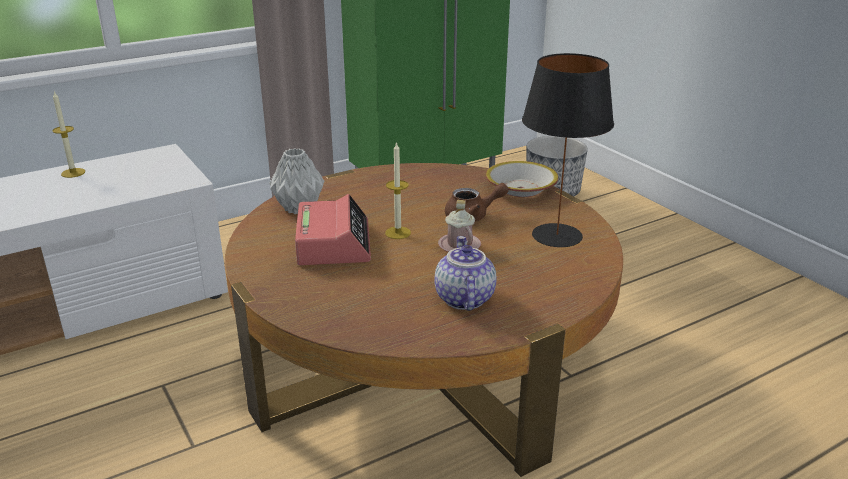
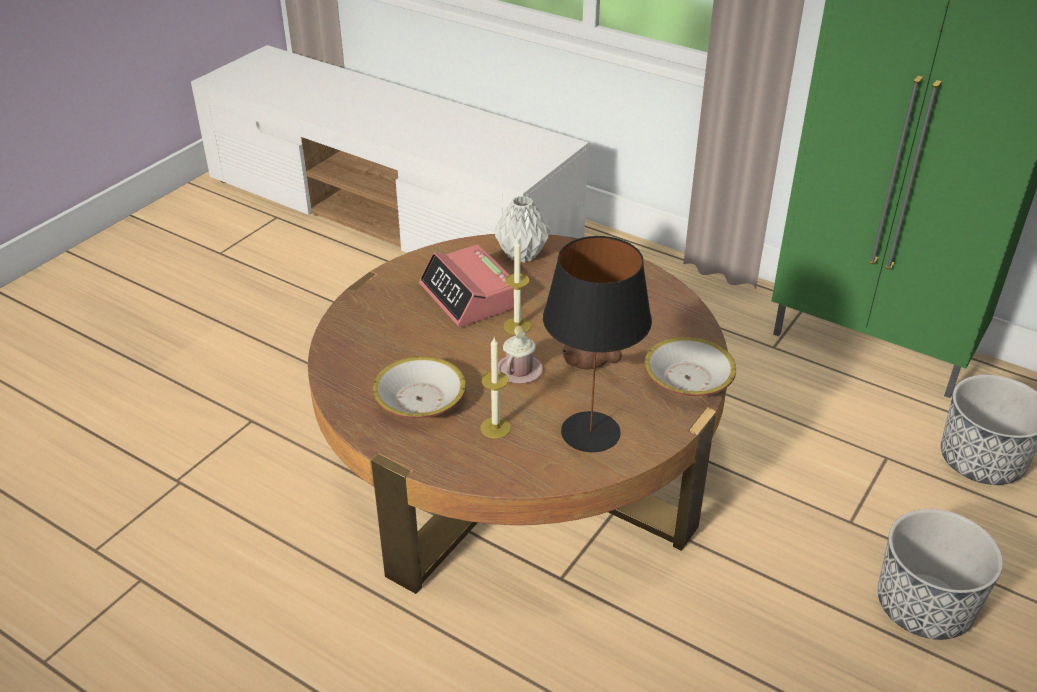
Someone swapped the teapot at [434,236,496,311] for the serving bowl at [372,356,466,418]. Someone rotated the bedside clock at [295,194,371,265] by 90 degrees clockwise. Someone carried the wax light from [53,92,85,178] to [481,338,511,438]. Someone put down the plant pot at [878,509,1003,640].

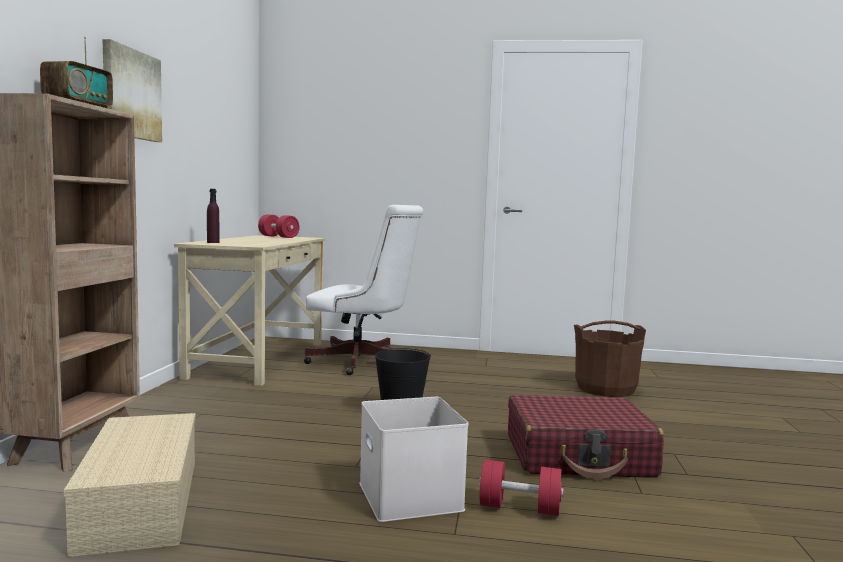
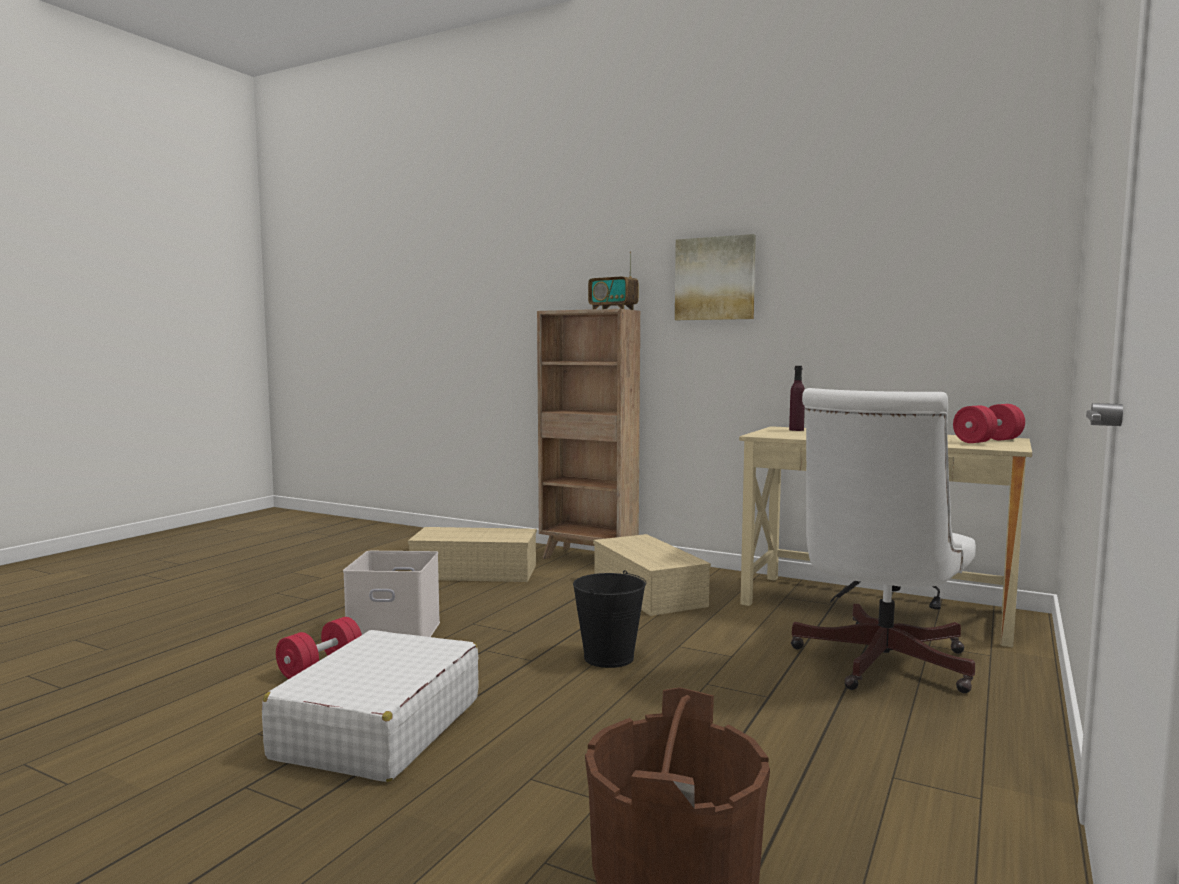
Someone repainted the red-coloured piece of luggage at [508,395,664,479], which became the white piece of luggage at [262,630,479,782]. Someone put down the beige-coloured storage bin at [593,534,711,616].

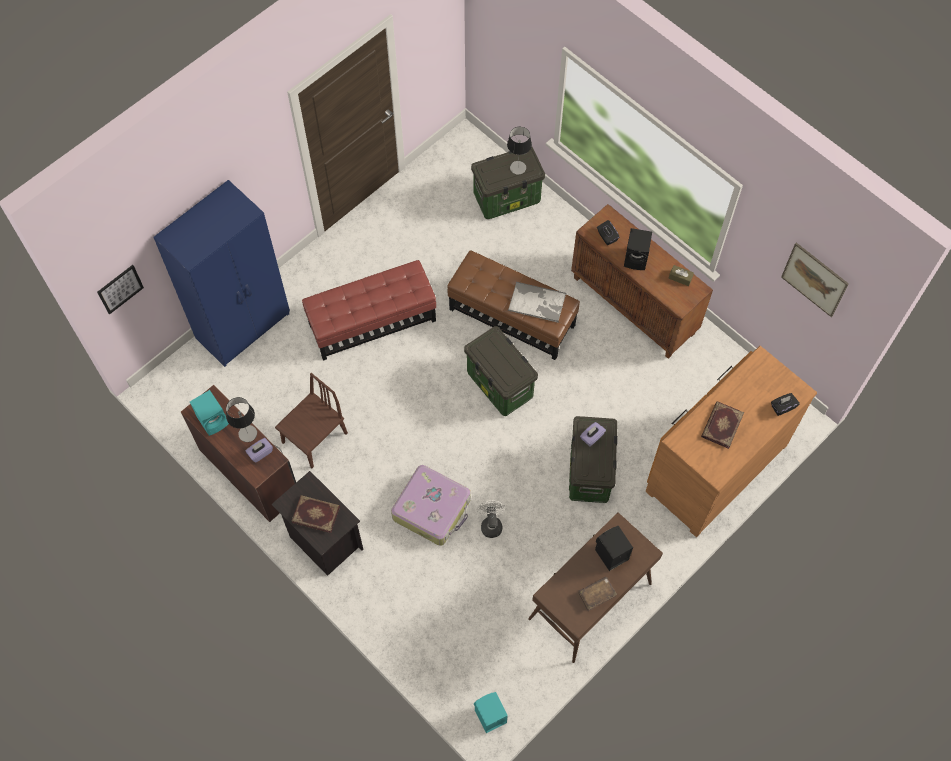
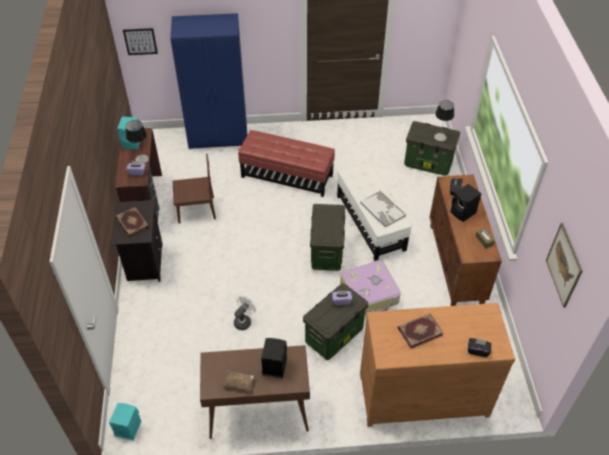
Someone repainted the brownish pouffe at [447,250,580,360], which became the white pouffe at [337,162,412,261]. Someone carried the piece of luggage from [391,465,471,546] to [340,260,401,315].

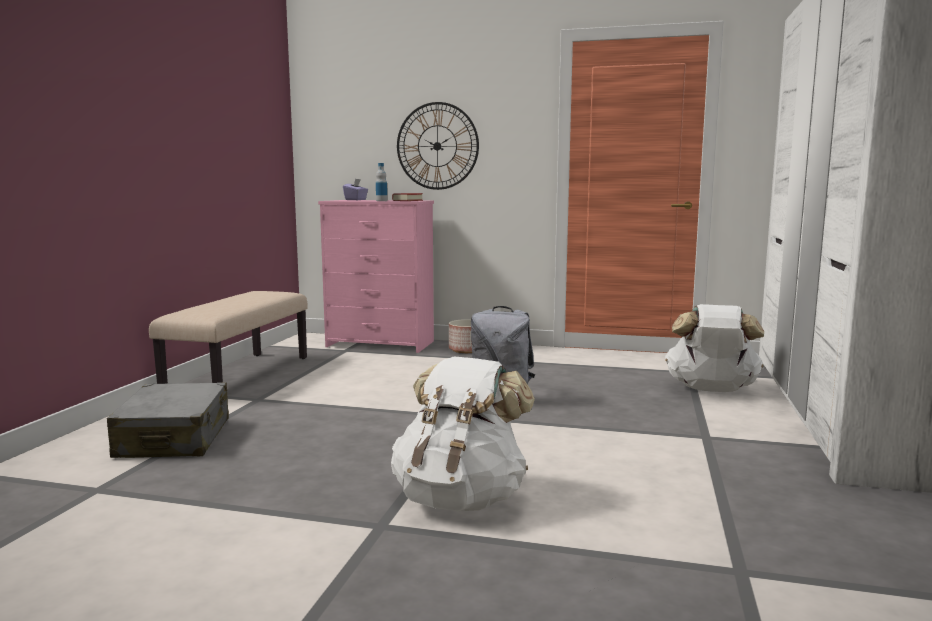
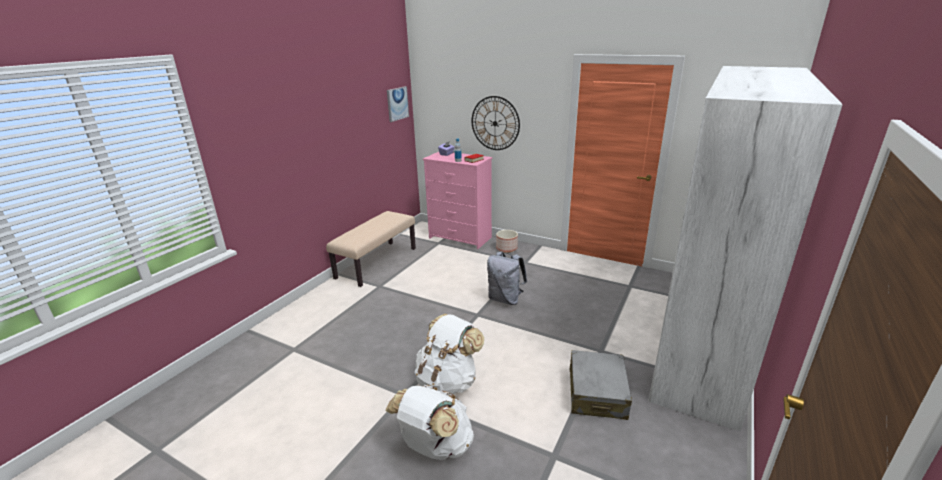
Someone carried the white rucksack from [665,304,764,392] to [385,385,474,460]. Someone put up the picture at [387,86,409,122]. Someone carried the grey piece of luggage from [107,382,229,458] to [570,350,632,420].

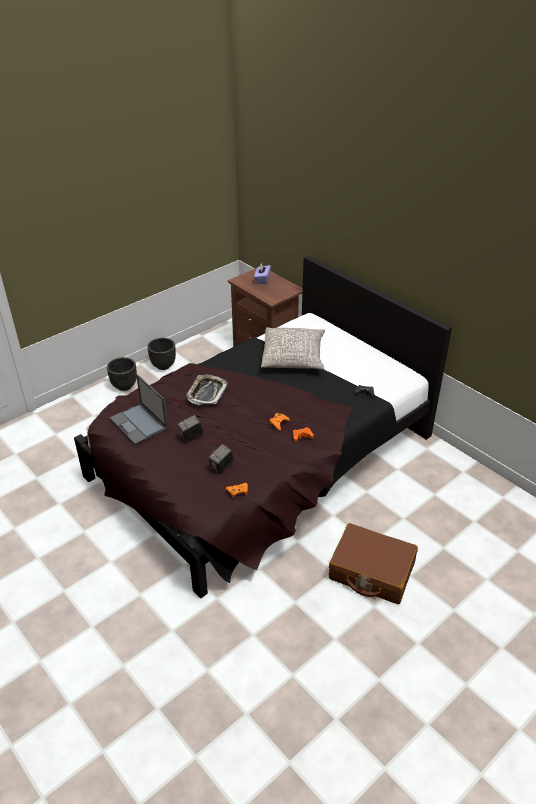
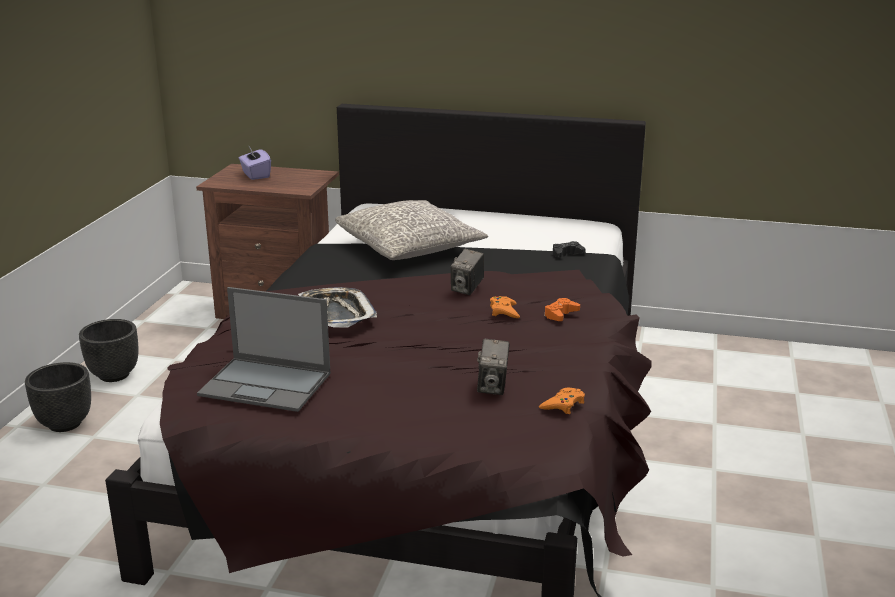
Someone carried the photo camera from [178,415,204,442] to [451,249,484,295]. Someone took away the brownish piece of luggage at [329,523,418,604].

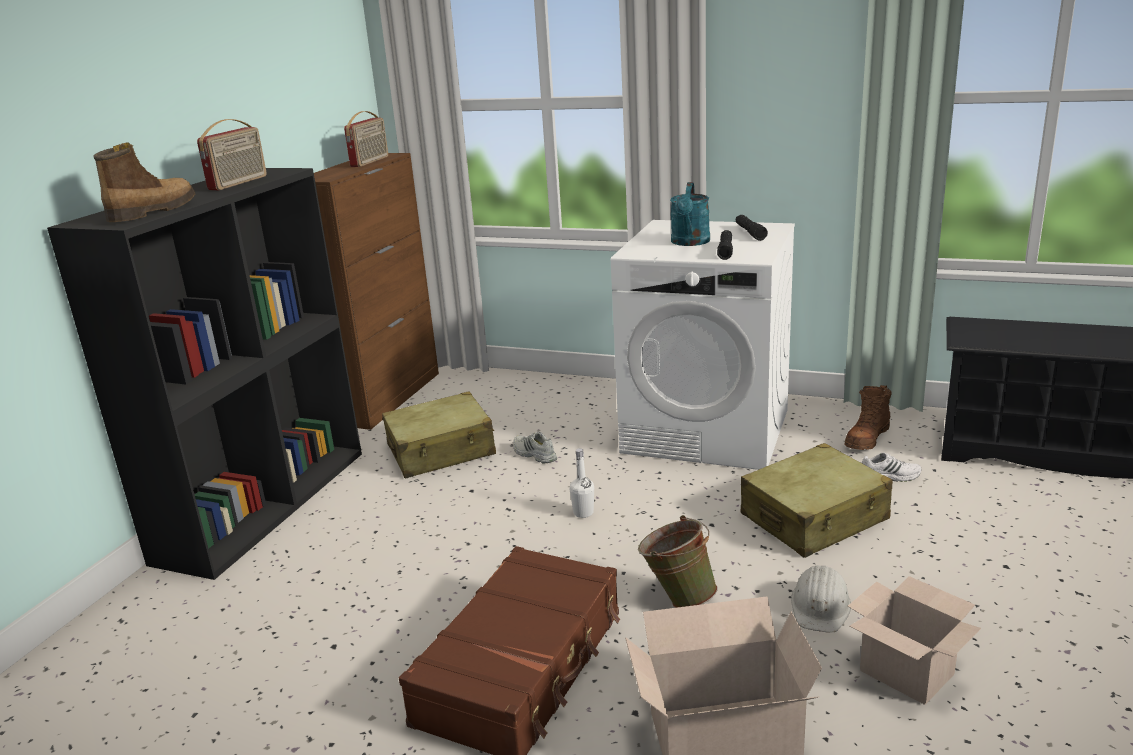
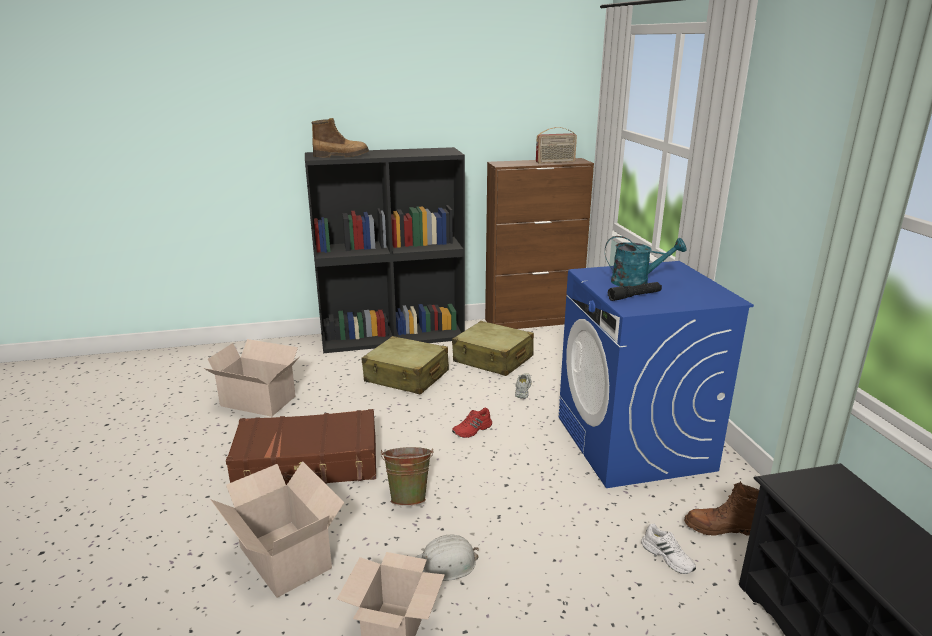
Someone put down the carton at [203,339,300,417]. Someone carried the beige-coloured piece of luggage from [741,443,893,558] to [362,336,449,395]. Someone swapped the white drink bottle at [569,448,594,518] for the red-coloured shoe at [452,407,492,438]. Someone repainted the white laundry machine at [611,220,795,470], which became the blue laundry machine at [559,261,754,488]. Someone rotated the blue-green watering can at [670,182,710,246] by 150 degrees counterclockwise. Someone took away the radio receiver at [197,119,267,190]. Someone took away the black-coloured flashlight at [736,215,768,241].

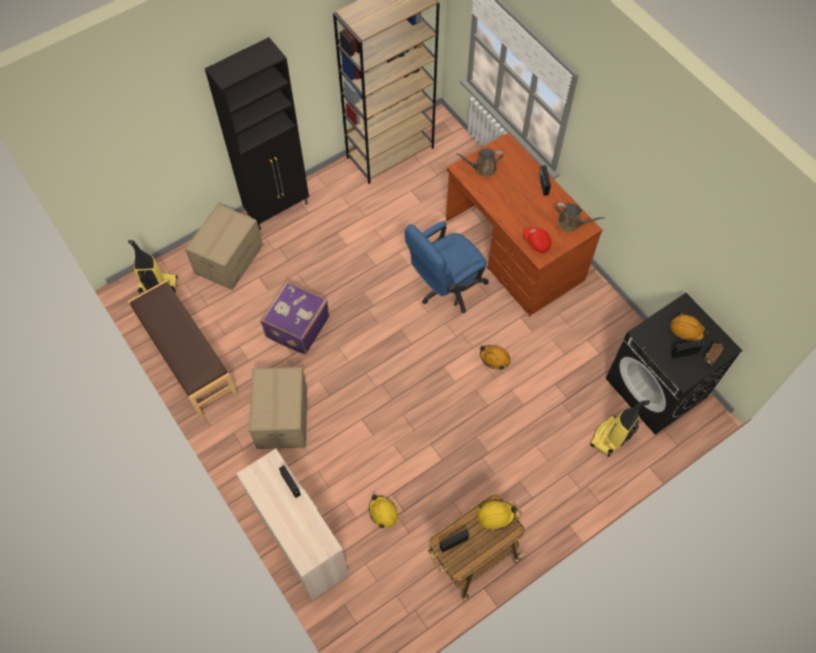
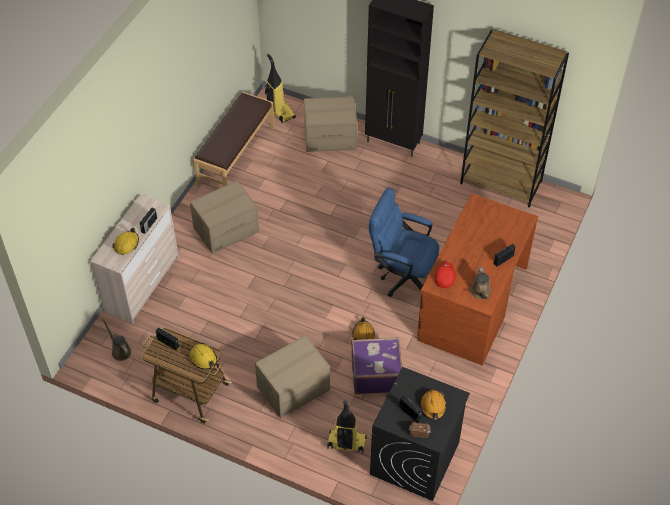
Someone carried the brownish watering can from [456,148,504,177] to [103,319,131,361]. Someone carried the yellow safety helmet from [369,494,398,528] to [112,228,139,255]. Someone put down the carton at [255,335,330,418]. Someone carried the purple-coloured piece of luggage from [260,281,330,355] to [351,337,402,394].

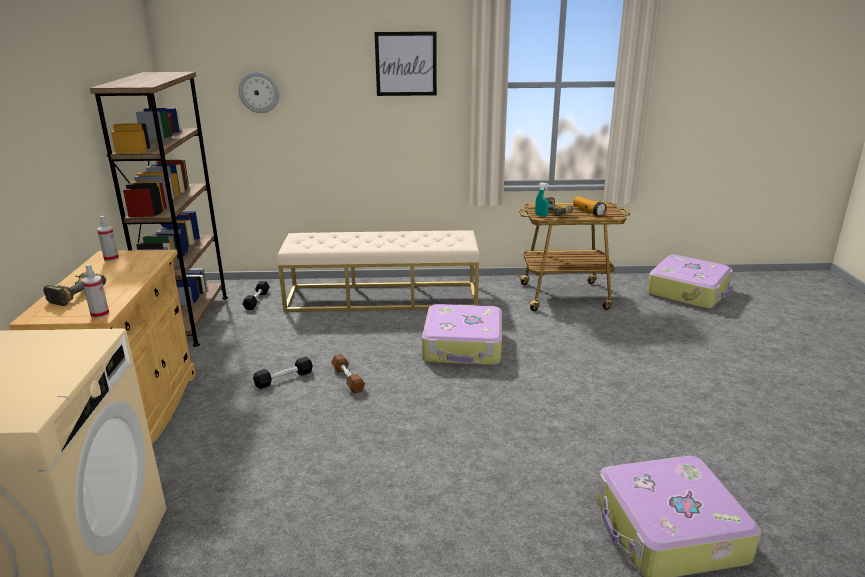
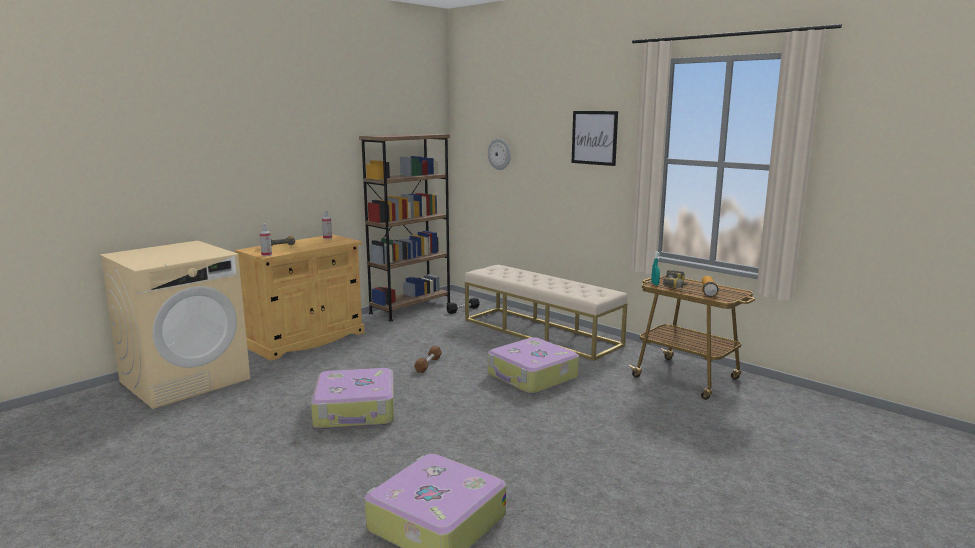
Someone carried the piece of luggage from [647,255,733,309] to [311,368,394,429]. Someone took away the black-coloured free weight at [253,357,313,389].

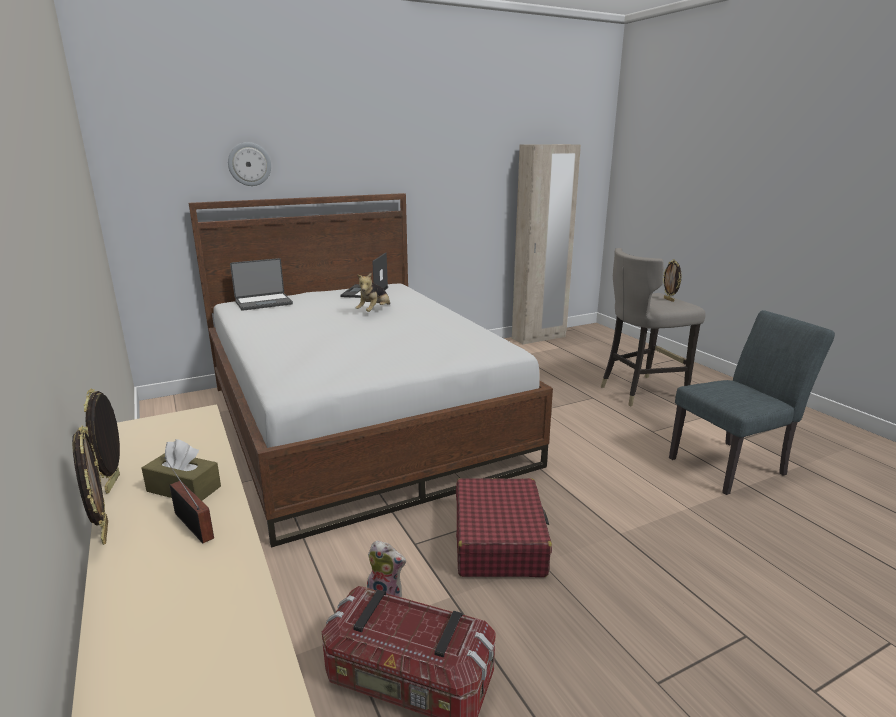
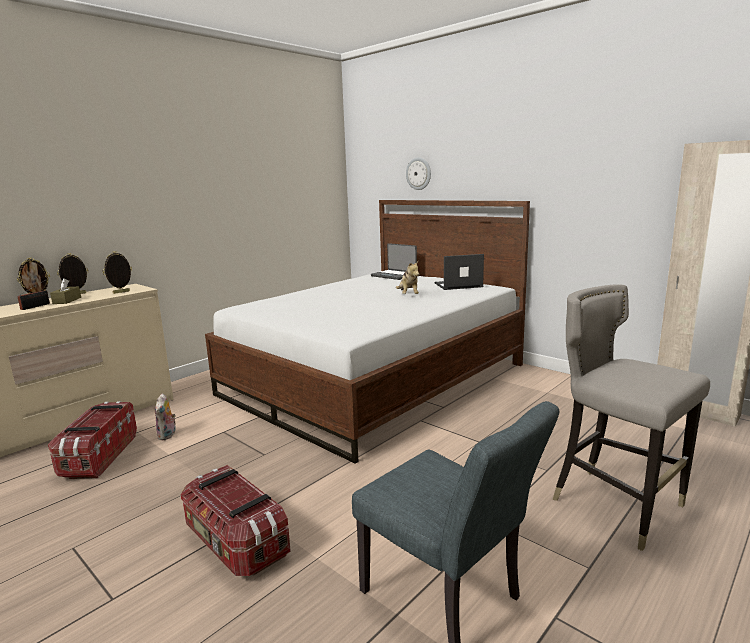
Someone carried the photo frame from [663,259,682,302] to [103,251,132,294]. Someone put down the storage bin at [180,465,291,576]. Someone rotated the cuddly toy at [356,273,390,312] by 105 degrees counterclockwise. Someone took away the red-coloured piece of luggage at [456,478,552,577].

